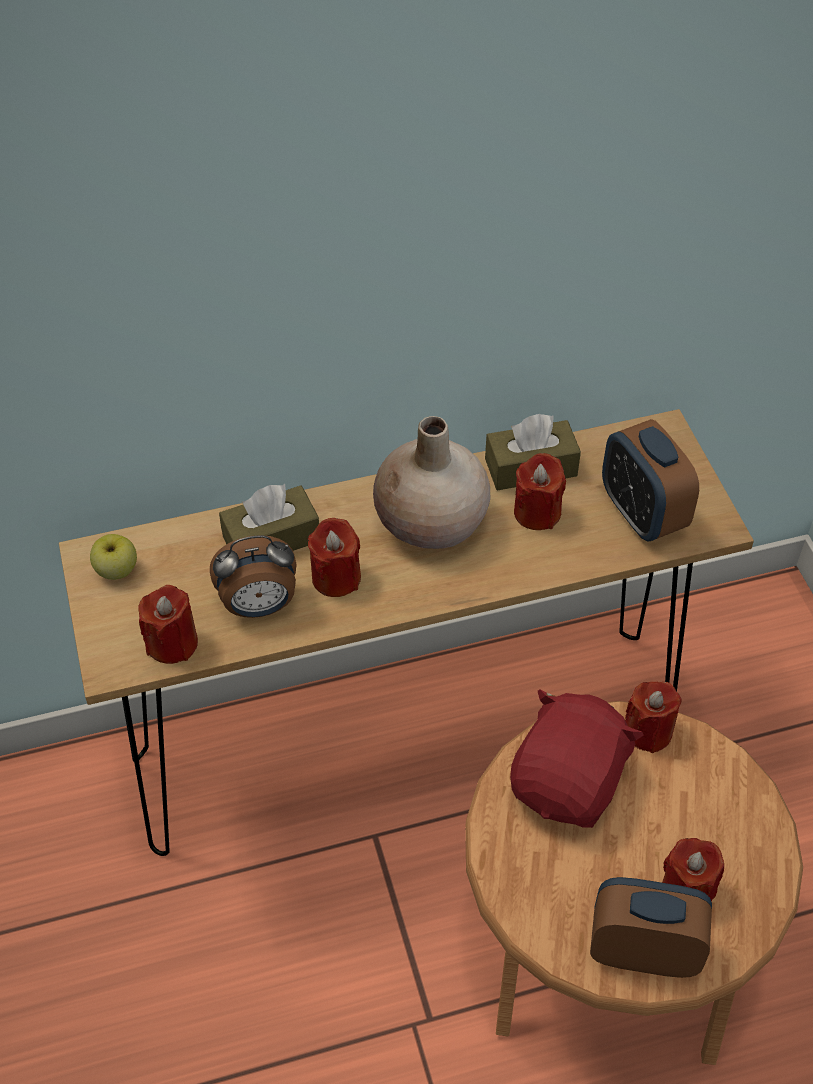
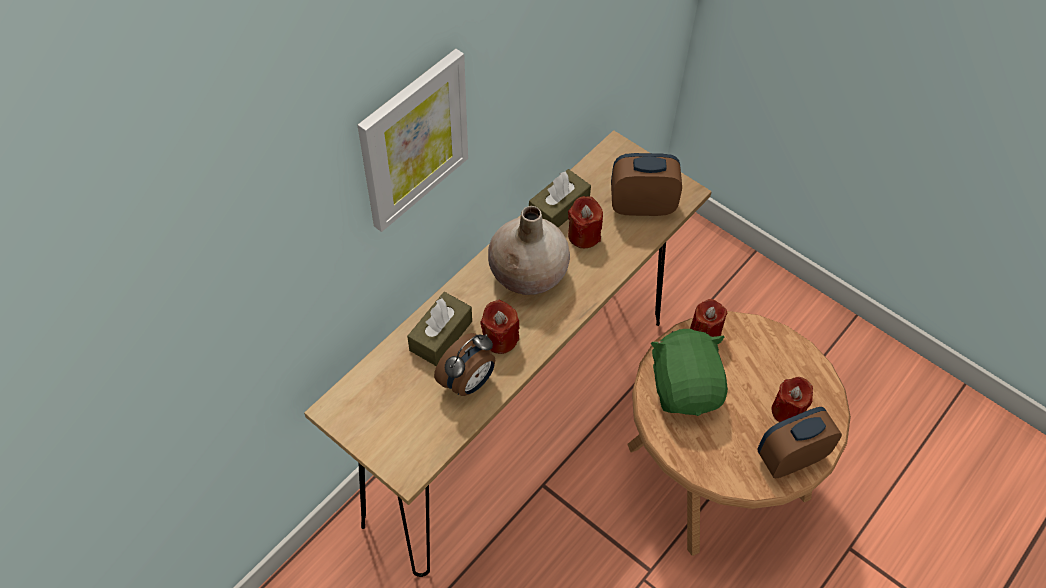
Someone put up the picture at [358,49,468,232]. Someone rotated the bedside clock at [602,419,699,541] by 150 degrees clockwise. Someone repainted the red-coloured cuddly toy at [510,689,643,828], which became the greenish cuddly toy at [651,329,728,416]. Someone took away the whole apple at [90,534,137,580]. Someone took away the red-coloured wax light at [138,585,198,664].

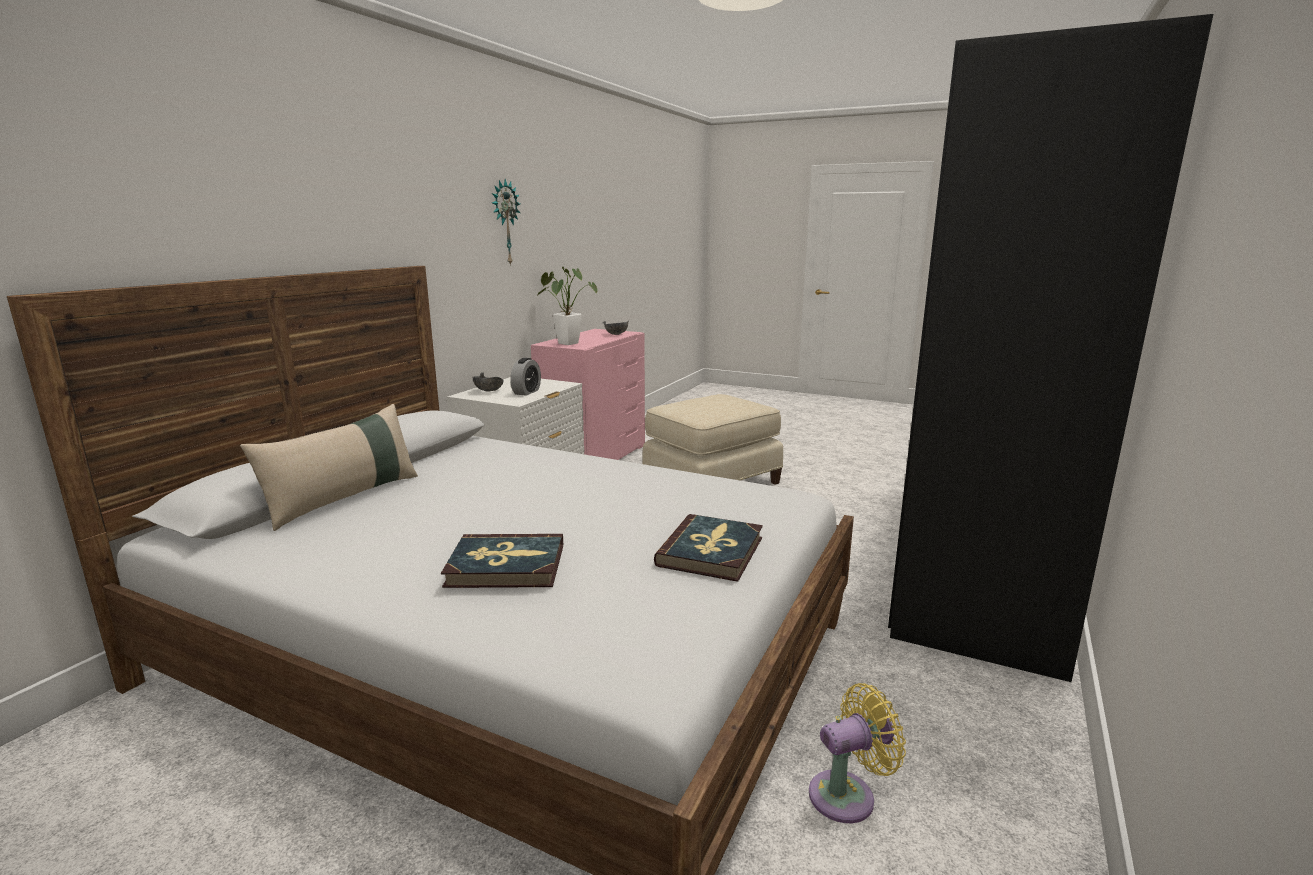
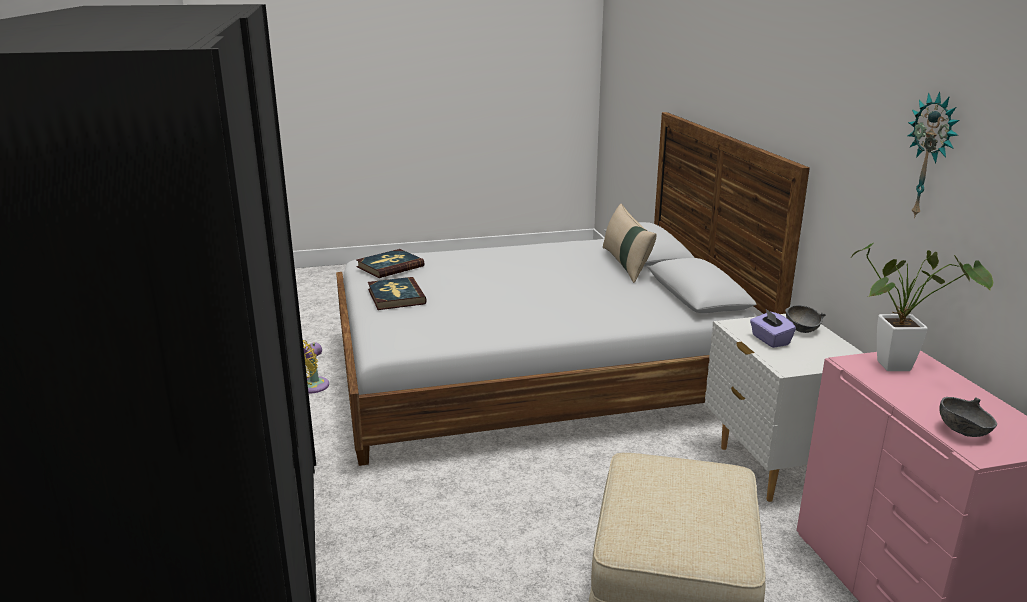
Someone carried the book from [441,534,563,588] to [356,249,424,278]. Someone swapped the bedside clock at [510,358,541,396] for the purple-coloured tissue box at [750,309,796,348].

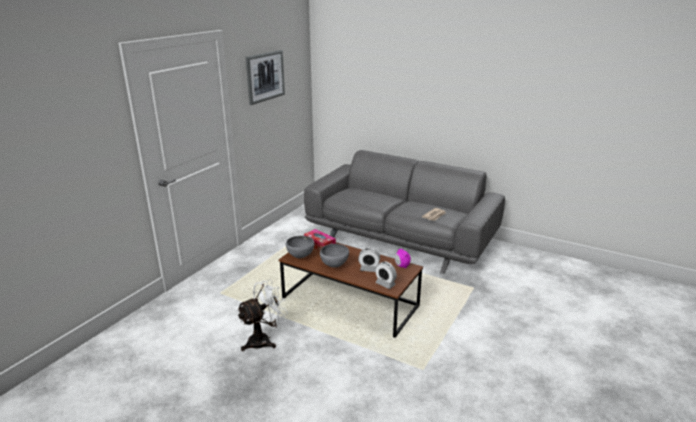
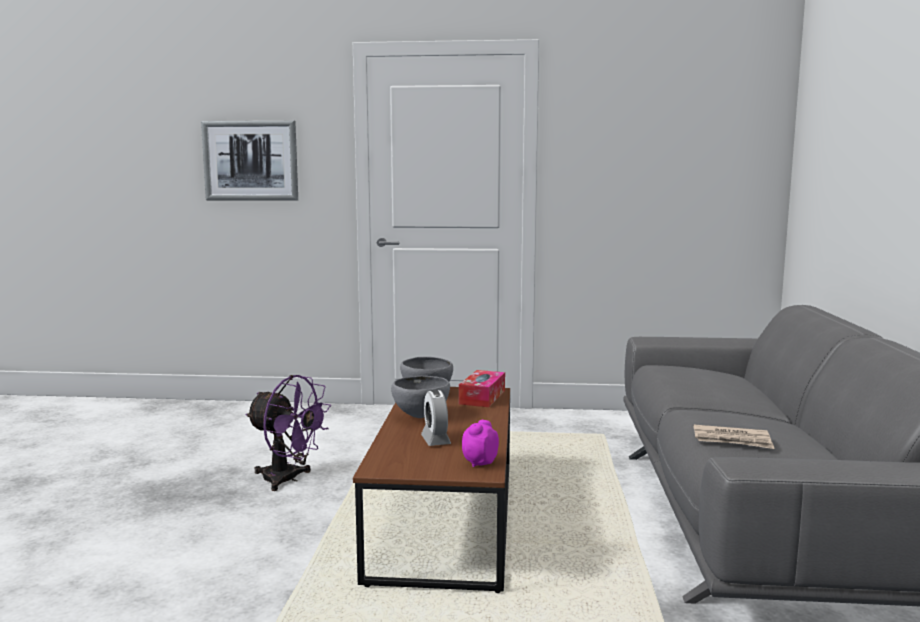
Someone carried the picture from [246,50,285,105] to [201,121,298,201]. Someone repainted the white cooling fan at [237,279,288,351], which became the purple-coloured cooling fan at [245,375,331,491]. Someone took away the bedside clock at [375,261,397,289].

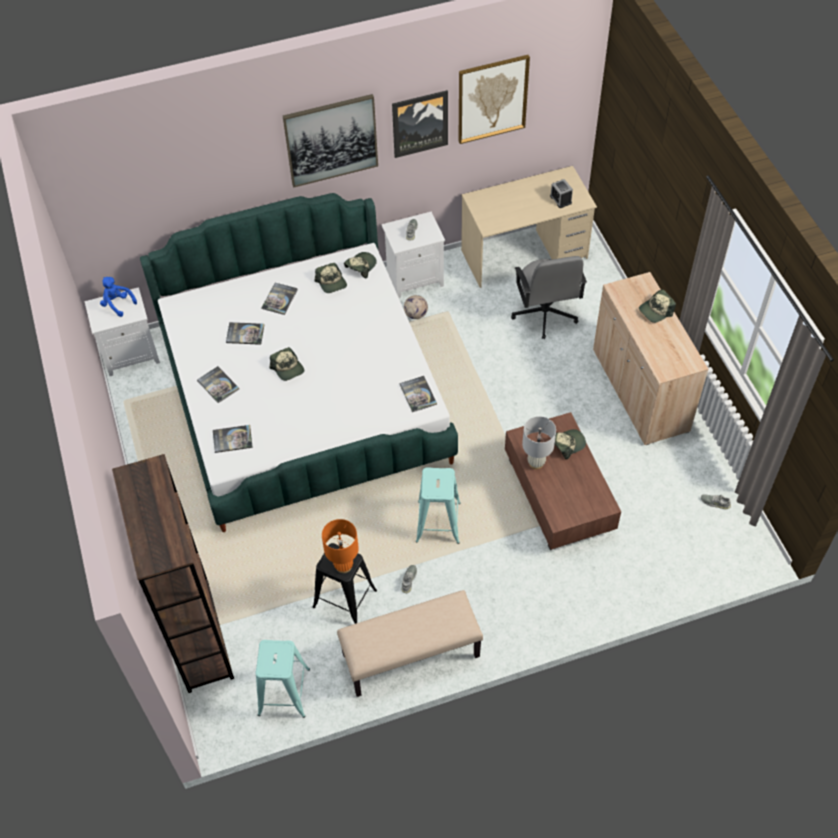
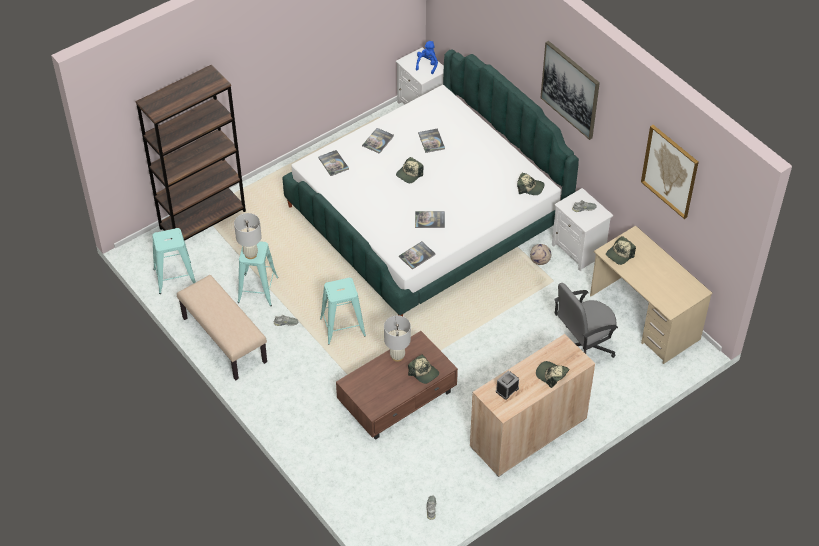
Someone repainted the orangey tabletop lamp at [322,519,359,573], which became the white tabletop lamp at [234,213,262,259]. Someone repainted the black-coloured sitting stool at [313,543,377,624], which became the blue-green sitting stool at [237,242,278,306]. Someone carried the book from [262,283,298,315] to [415,211,445,228]. Someone carried the bedside clock from [550,179,573,208] to [496,371,519,400]. Someone carried the cap from [314,263,347,293] to [606,236,636,265]. Someone took away the picture at [392,90,448,158].

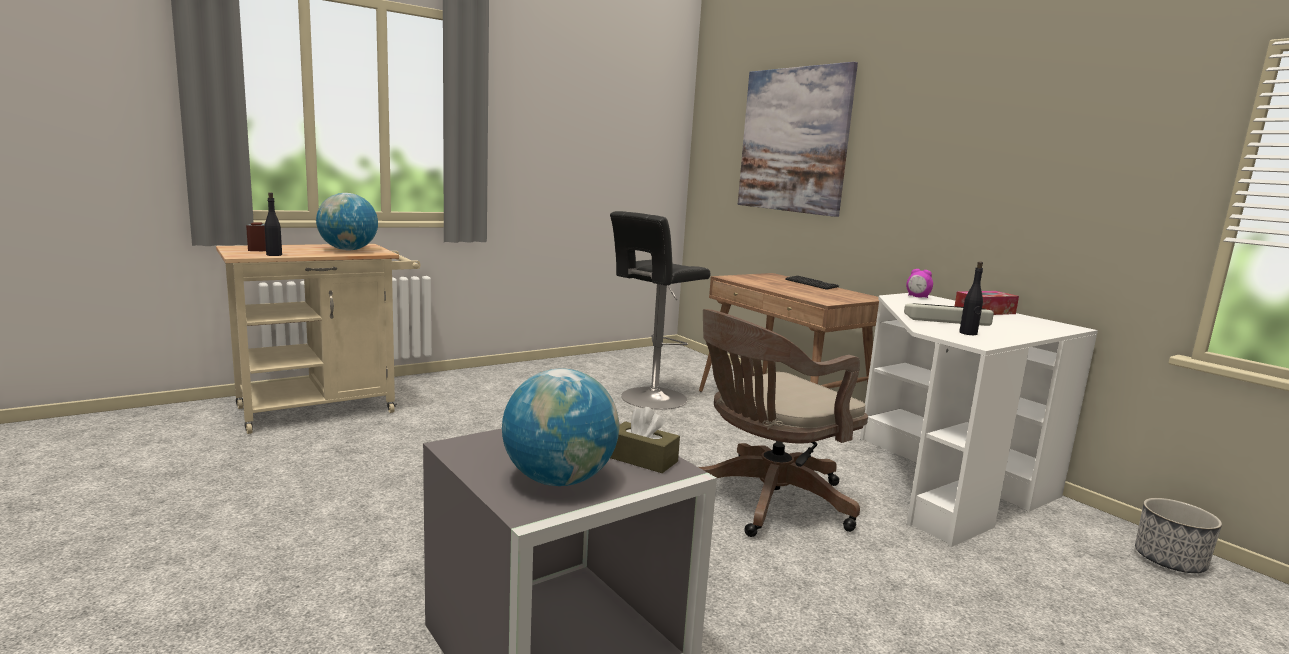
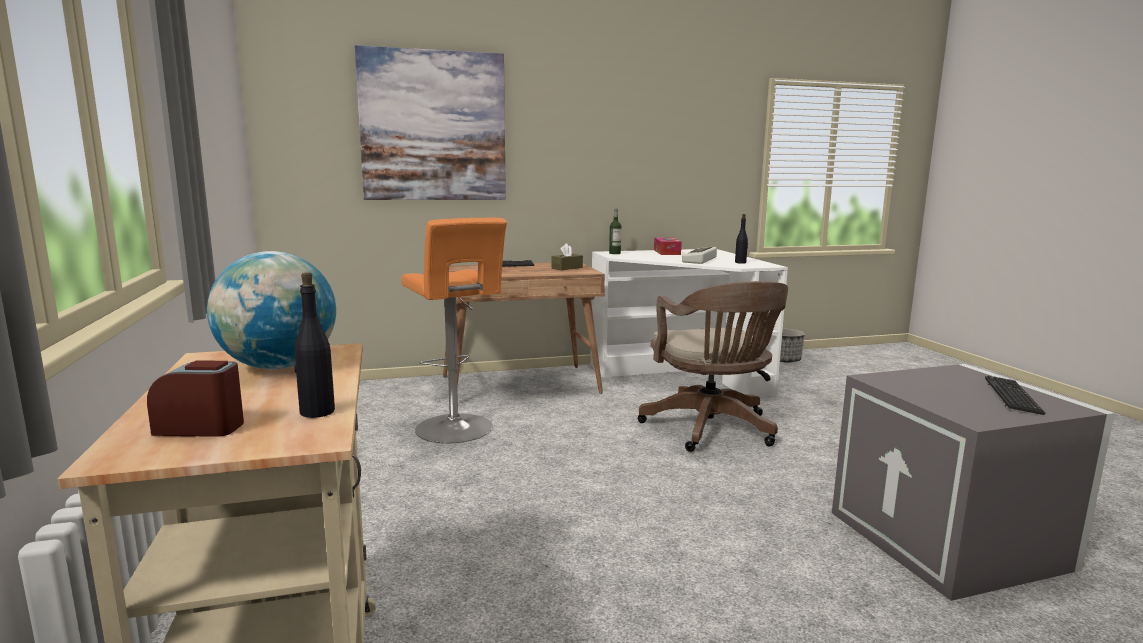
Someone repainted the black-coloured sitting stool at [610,211,710,410], which became the orangey sitting stool at [401,218,507,443]. Someone carried the brownish tissue box from [610,407,680,473] to [552,243,583,270]. Someone swapped the bedside clock at [906,269,933,298] for the drink bottle at [609,209,622,254]. Someone swapped the world globe at [502,368,619,486] for the computer keyboard at [985,376,1045,415].

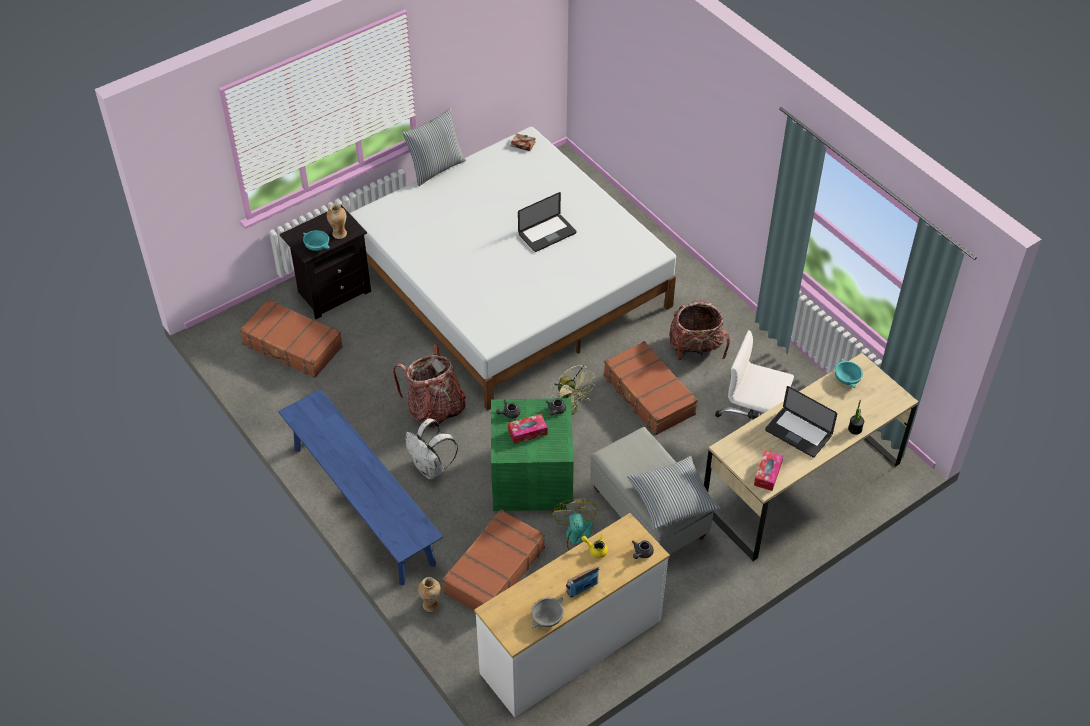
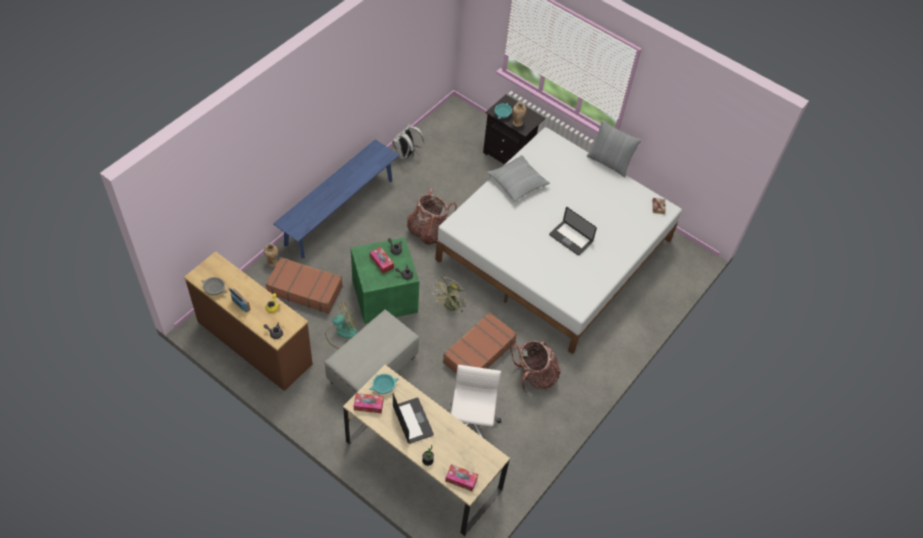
Someone repainted the white chest of drawers at [474,513,670,718], which became the brownish chest of drawers at [184,251,313,391]. Someone carried the blue-green serving bowl from [835,358,863,388] to [369,374,398,394]. Someone carried the white rucksack from [405,418,458,479] to [392,124,424,160]. Someone rotated the laptop at [765,386,837,457] by 135 degrees clockwise. Someone put down the tissue box at [445,464,478,491]. Someone carried the throw pillow from [627,456,721,530] to [487,155,550,202]. Someone took away the brownish piece of luggage at [239,299,343,378].

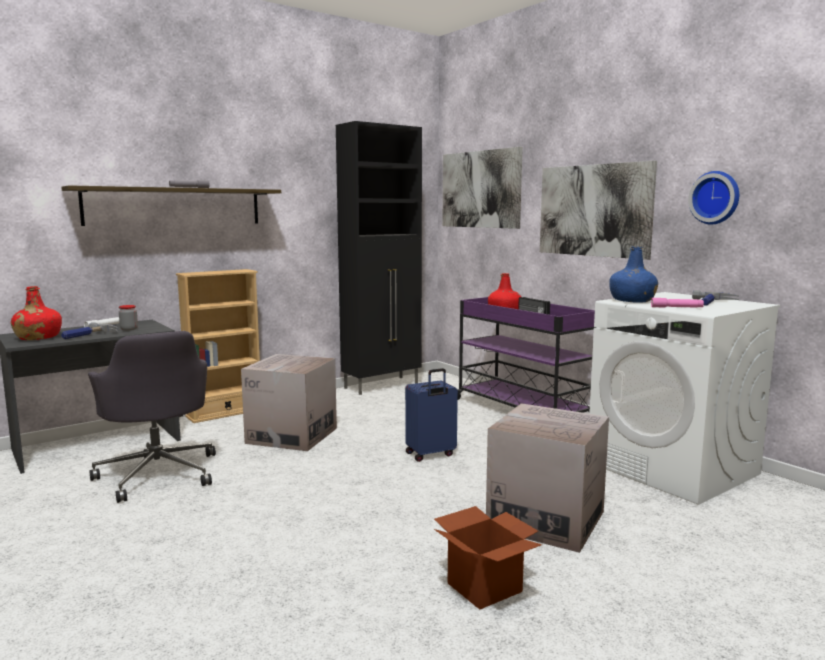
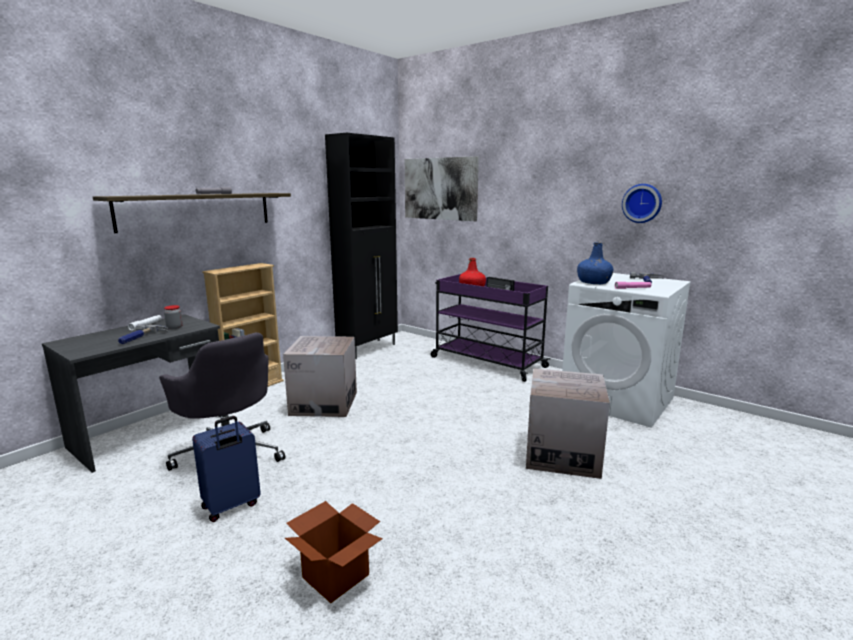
Someone carried the blue piece of luggage from [405,368,458,462] to [192,416,261,522]. Someone carried the carton from [434,506,542,610] to [285,501,383,603]. Someone took away the red-coloured drink bottle at [11,286,62,340]. Someone took away the picture at [540,161,657,260].

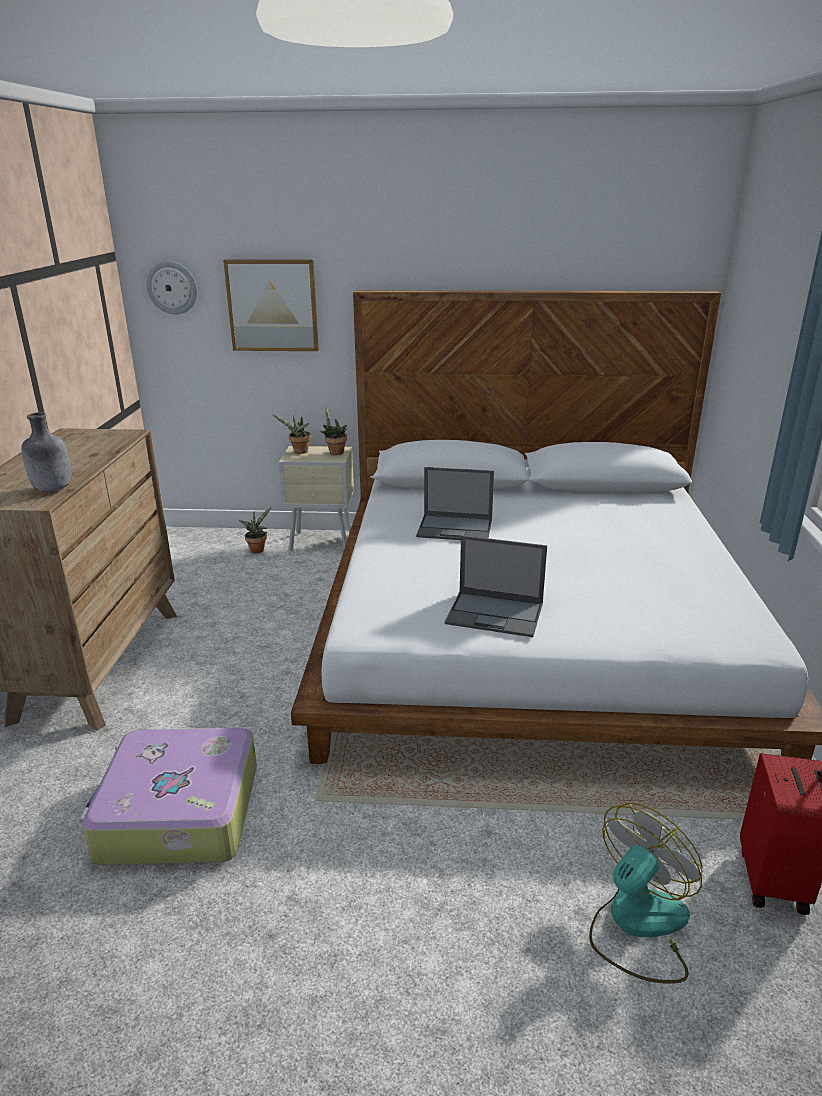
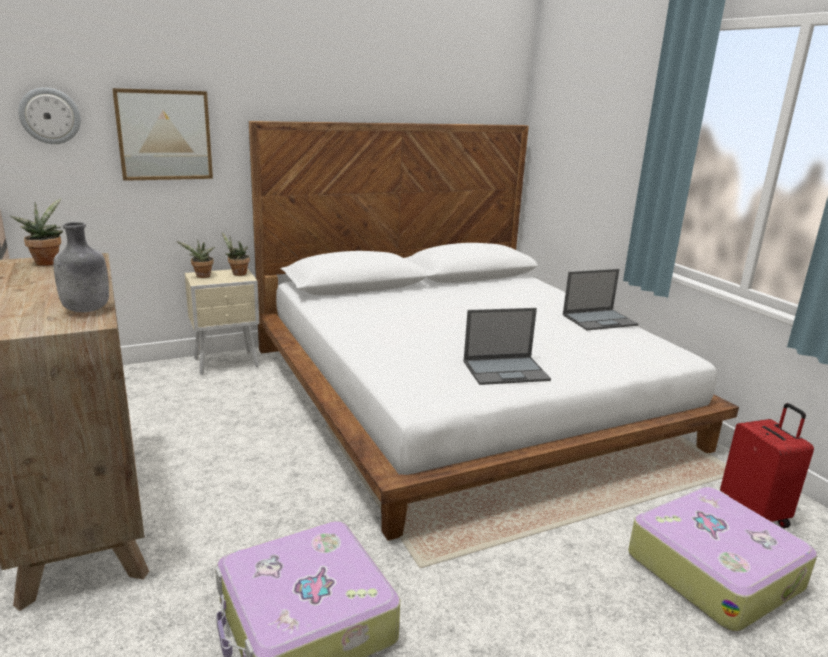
Someone carried the plant in a pot from [238,507,272,553] to [10,198,63,266]. Someone carried the laptop from [416,467,494,540] to [563,269,638,330]. Someone swapped the cooling fan at [589,803,702,984] for the piece of luggage at [628,487,817,632].

